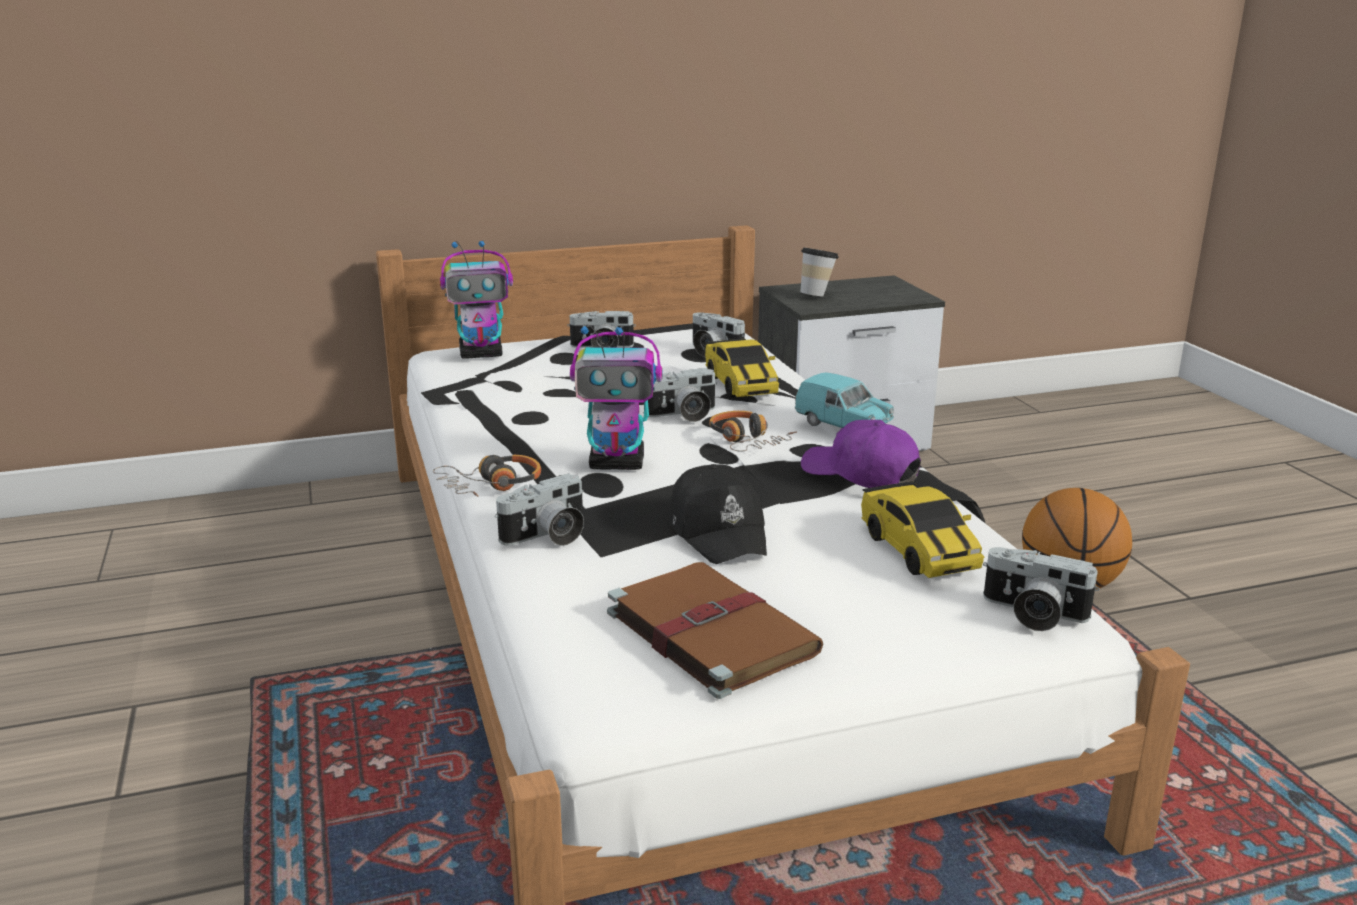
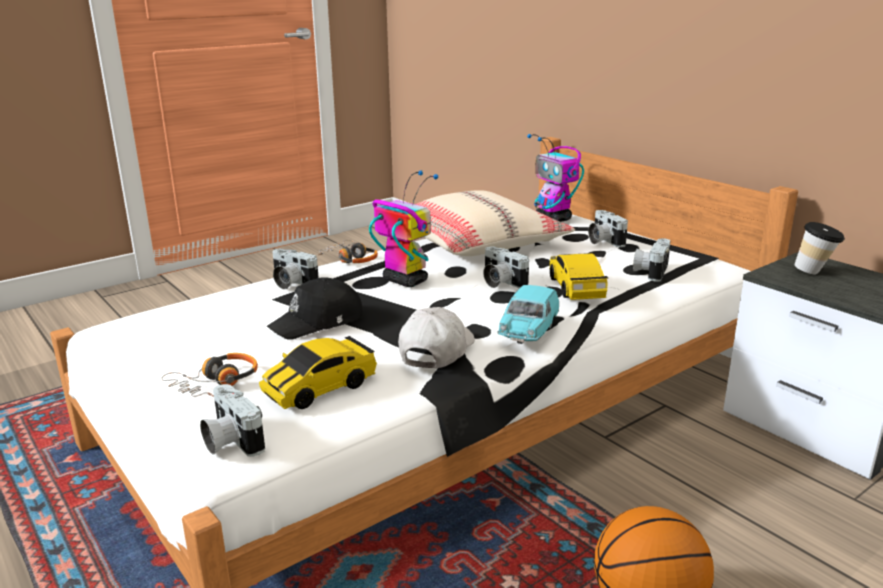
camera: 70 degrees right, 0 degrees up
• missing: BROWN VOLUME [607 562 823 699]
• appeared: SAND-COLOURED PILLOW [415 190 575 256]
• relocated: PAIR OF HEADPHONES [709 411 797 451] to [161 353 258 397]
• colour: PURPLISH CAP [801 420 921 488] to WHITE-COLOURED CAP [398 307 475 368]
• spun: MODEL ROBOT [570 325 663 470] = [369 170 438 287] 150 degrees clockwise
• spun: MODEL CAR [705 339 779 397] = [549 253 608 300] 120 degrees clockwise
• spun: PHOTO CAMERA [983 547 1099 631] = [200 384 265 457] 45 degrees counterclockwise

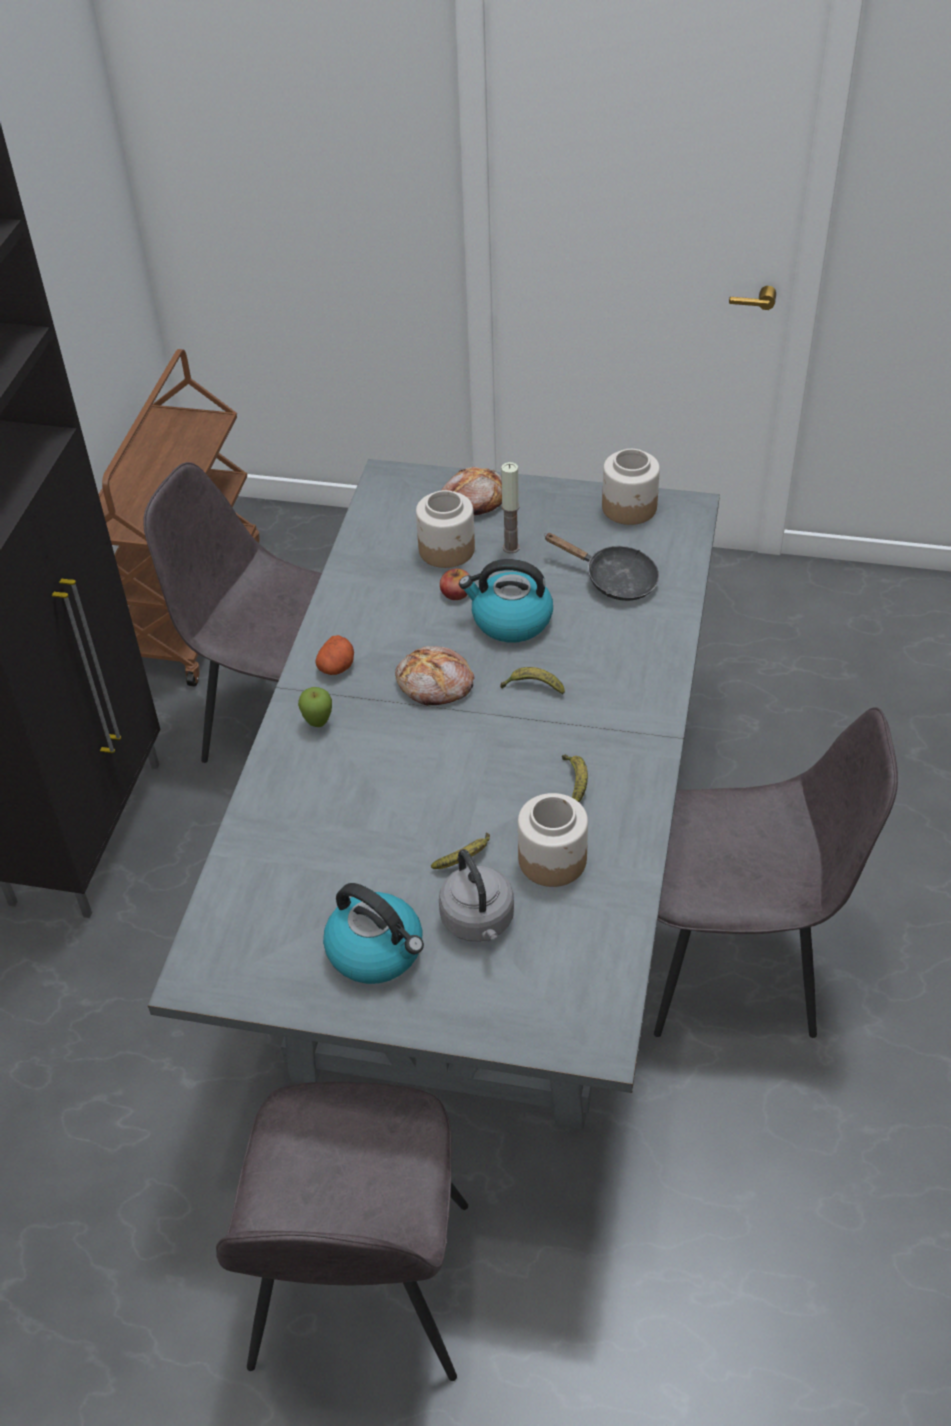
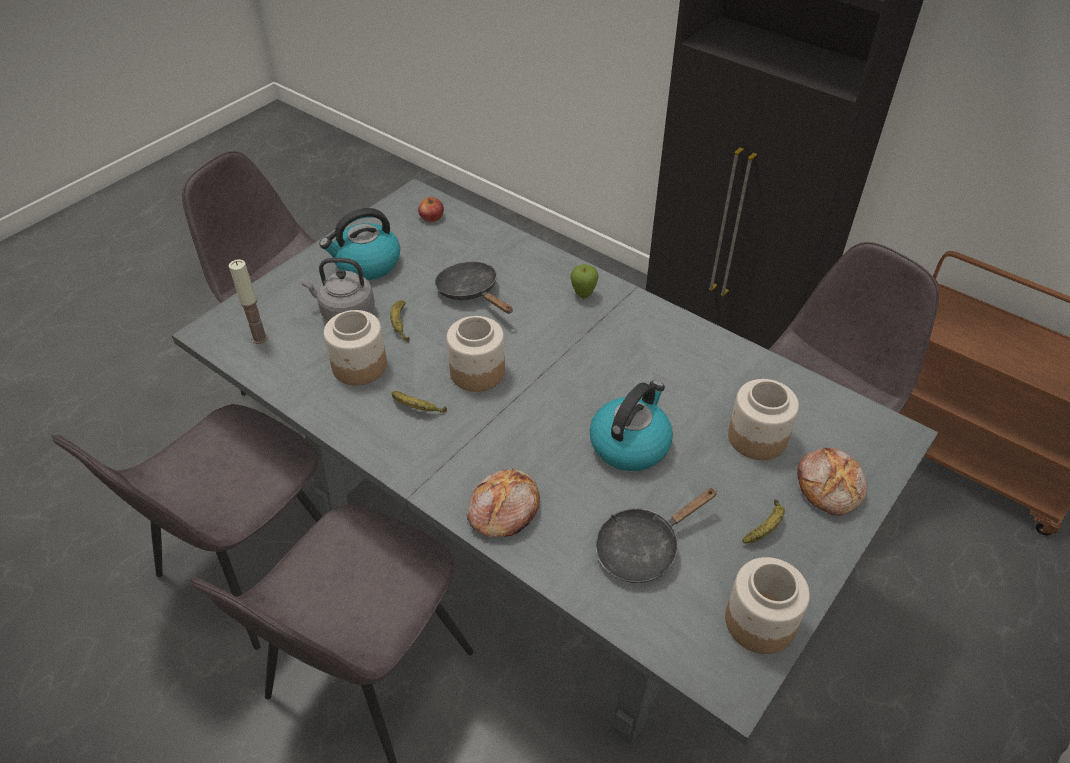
camera: 115 degrees right, 0 degrees up
• missing: WHOLE POTATO [315 635 354 675]
• appeared: GREYISH UPRIGHT CHAIR [51 404 322 650]
• appeared: BLACKISH PAN [435 262 513 314]
• appeared: PRESERVE JAR [447 316 505 392]
• relocated: BAKERY BREAD [395 646 474 706] to [467 469 540 537]
• relocated: WHOLE APPLE [440 568 469 600] to [418 197 444 222]
• relocated: BANANA [500 667 565 694] to [742 499 785 543]
• relocated: WAX CANDLE [501 462 520 553] to [229 259 268 344]

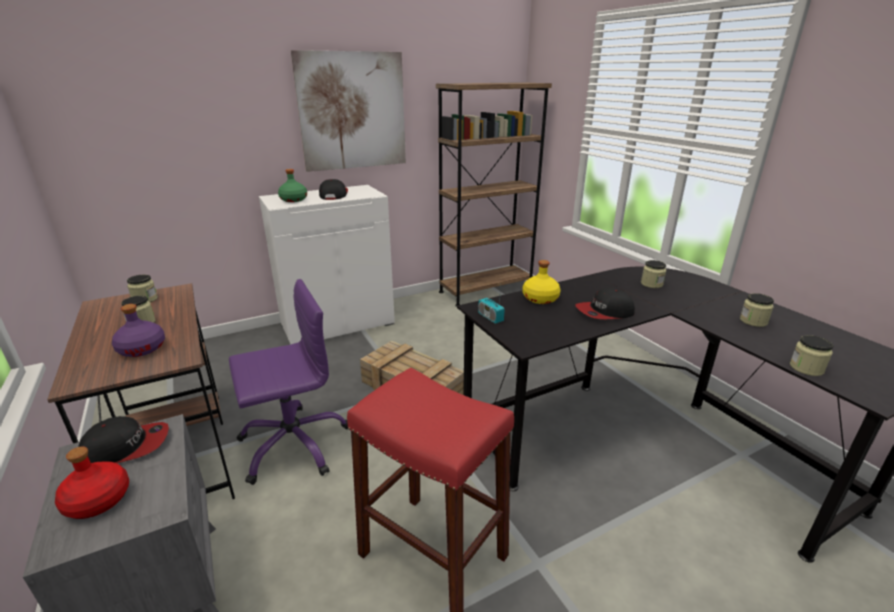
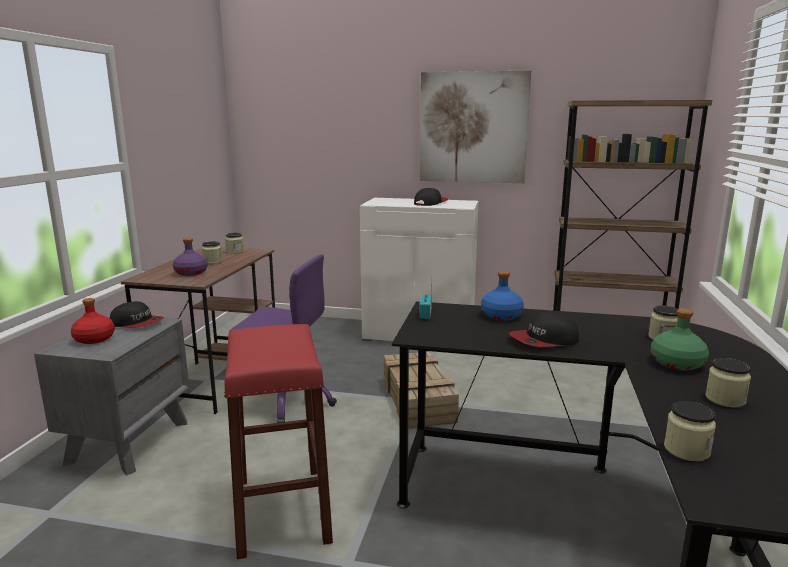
camera: 40 degrees right, 10 degrees down
• relocated: GREENISH DRINK BOTTLE [278 169 307 202] to [651 308 709 371]
• colour: YELLOW DRINK BOTTLE [523 260 561 304] to BLUE DRINK BOTTLE [481 271 524 321]
• spun: CAP [575 288 635 319] = [509 312 579 347] 45 degrees counterclockwise

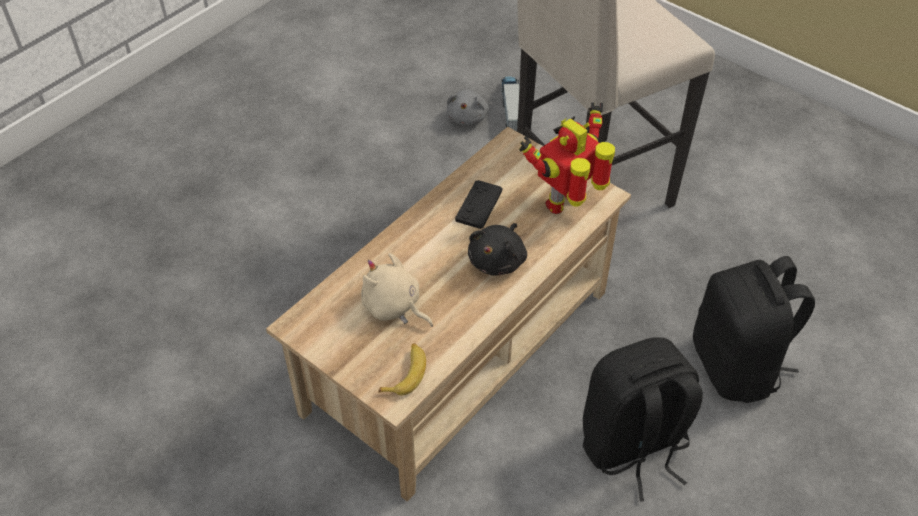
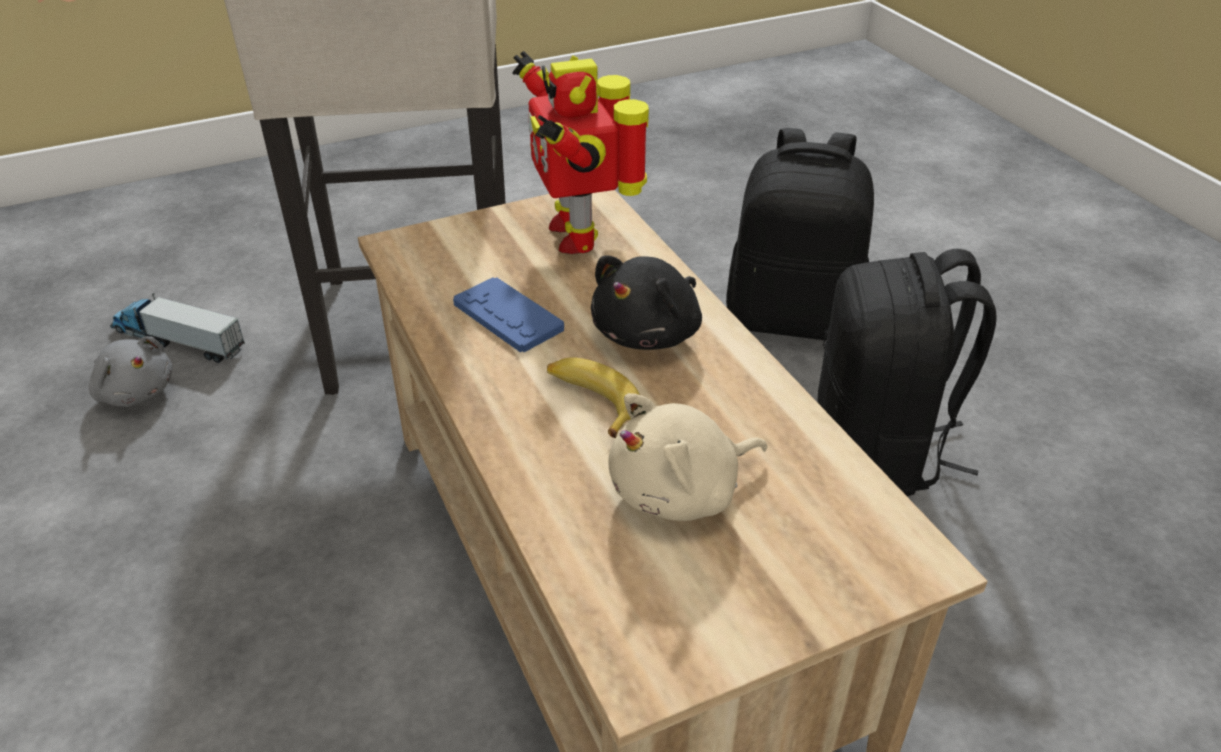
camera: 65 degrees left, 10 degrees down
• relocated: BANANA [378 343 426 395] to [547 357 640 438]
• colour: BLACKISH GAMEPAD [455 180 502 229] to BLUE GAMEPAD [453 277 564 352]
• spun: BLACKISH PLUSH TOY [468 223 527 276] = [591 255 702 350] 75 degrees clockwise

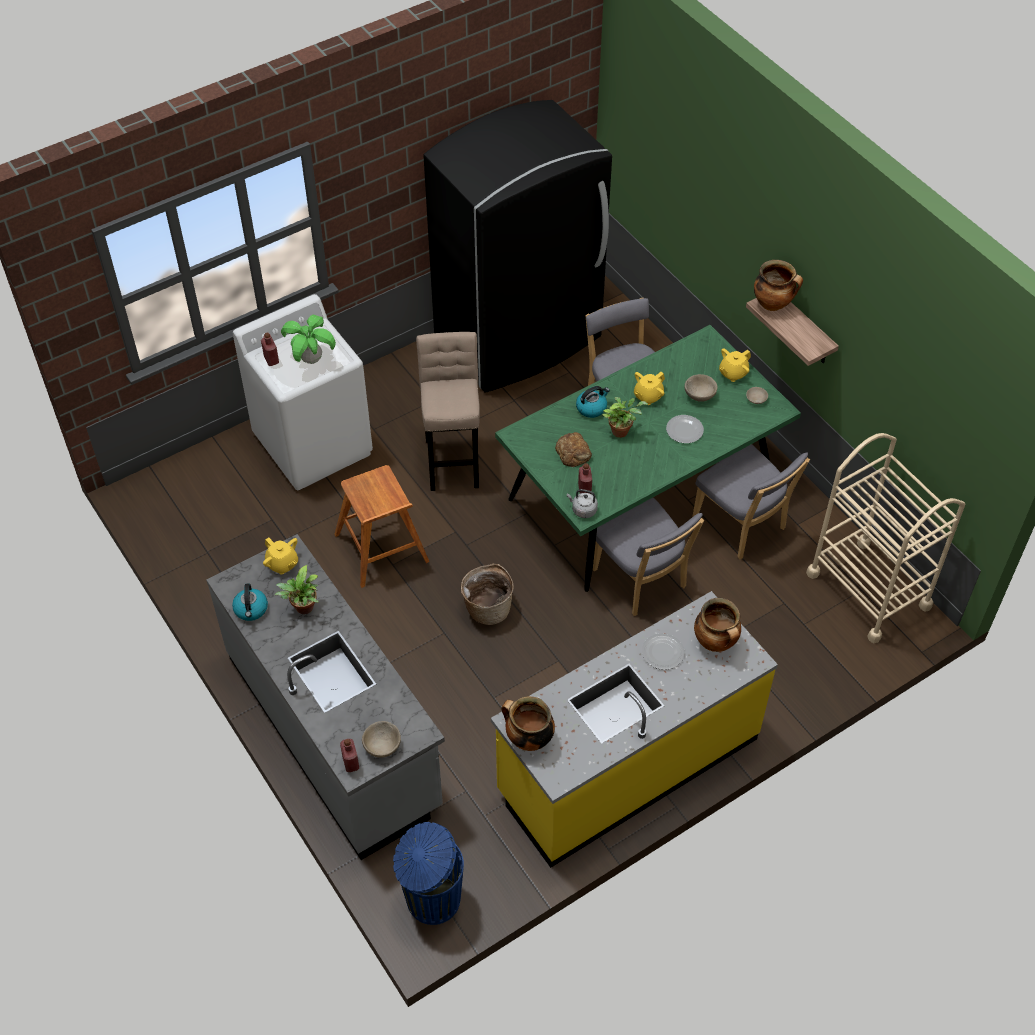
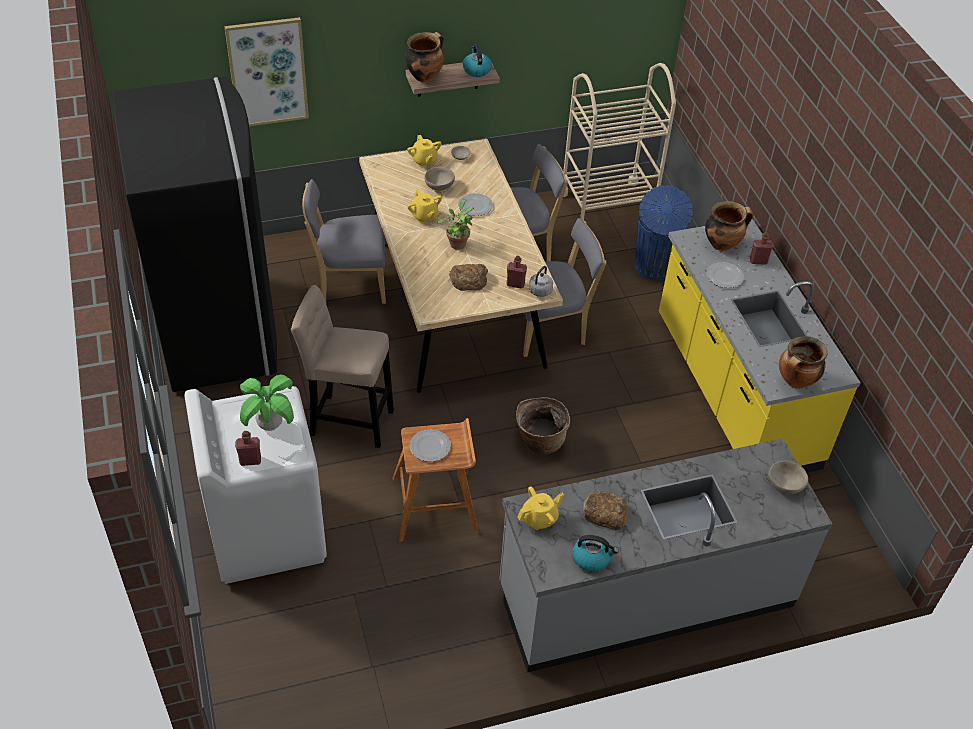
camera: 75 degrees left, 5 degrees down
• appeared: WALL ART [224 17 309 127]
• appeared: FLAT DISH [410 429 451 462]
• relocated: RED-COLOURED DRINK BOTTLE [340 739 359 772] to [750 232 773 265]
• relocated: BLUE WASTE BIN [393 822 464 925] to [635 185 693 280]
• relocated: WATER KETTLE [576 386 610 418] to [463 44 492 77]
• exchanged: HOUSEPLANT [275 565 319 614] to BAKERY BREAD [583 491 628 530]
• colour: GREENISH DINING TABLE [495 325 801 592] to SAND-COLOURED DINING TABLE [359 139 563 393]

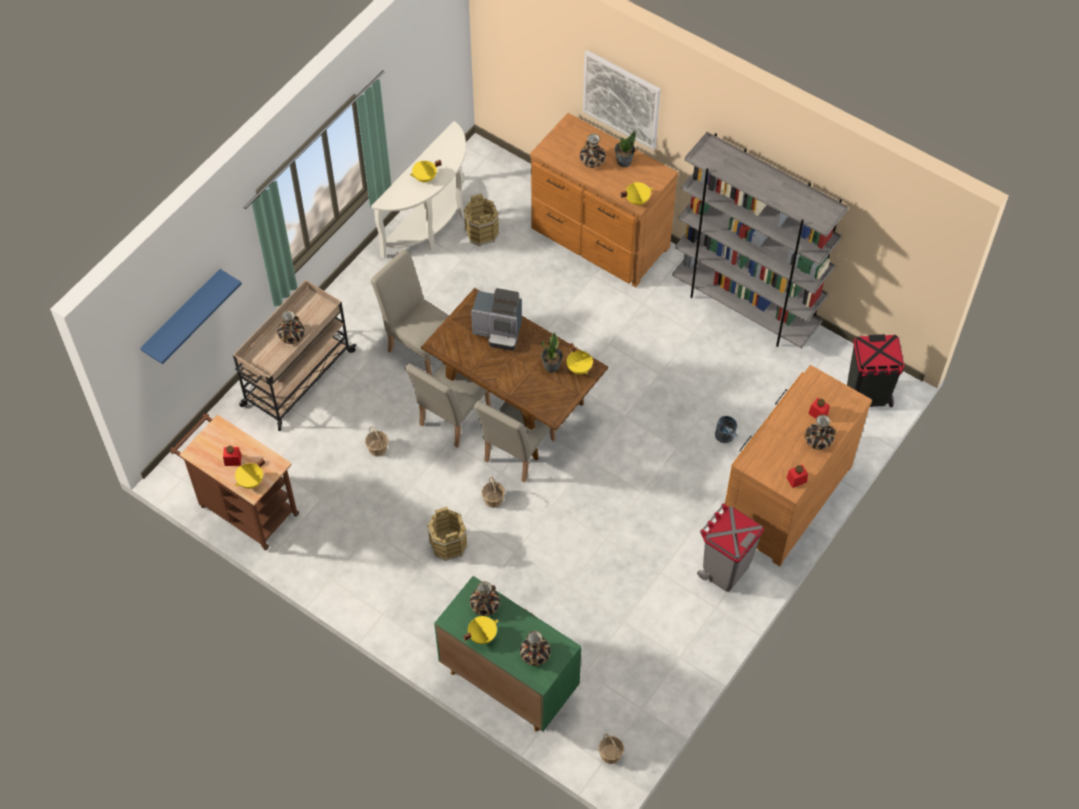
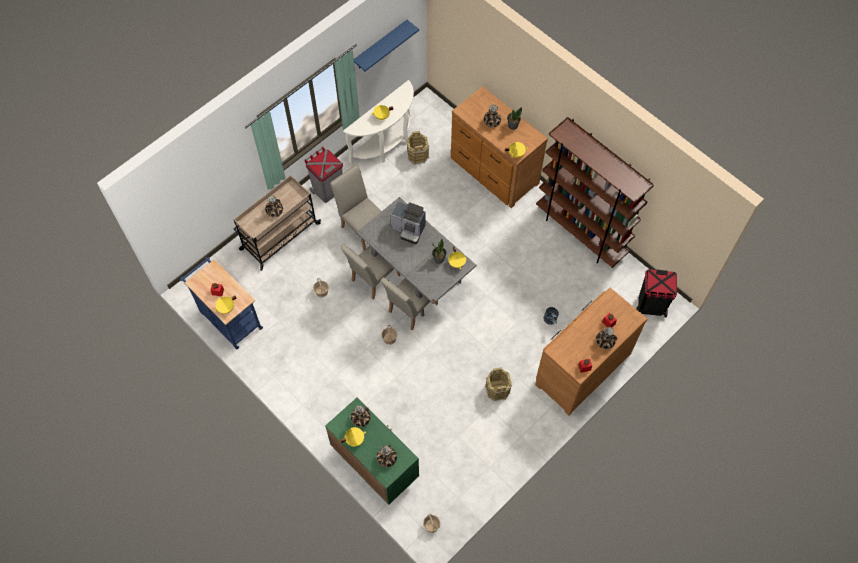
camera: 10 degrees right, 5 degrees up
• missing: WALL ART [583 50 661 150]
• relocated: BLUE SHELF [140 269 242 364] to [354 20 419 71]
• relocated: BROWN WATER BUCKET [427 507 468 561] to [485 367 512 401]
• relocated: GREYISH WASTE BIN [697 503 764 592] to [304 147 343 203]
• colour: BROWN TROLLEY [170 414 299 551] to BLUE TROLLEY [180 257 263 350]
• colour: BROWN DINING TABLE [421 288 608 460] to GREYISH DINING TABLE [356 197 477 316]
• colour: GREYISH BOOKCASE [672 132 848 349] to BROWN BOOKCASE [536 117 654 268]

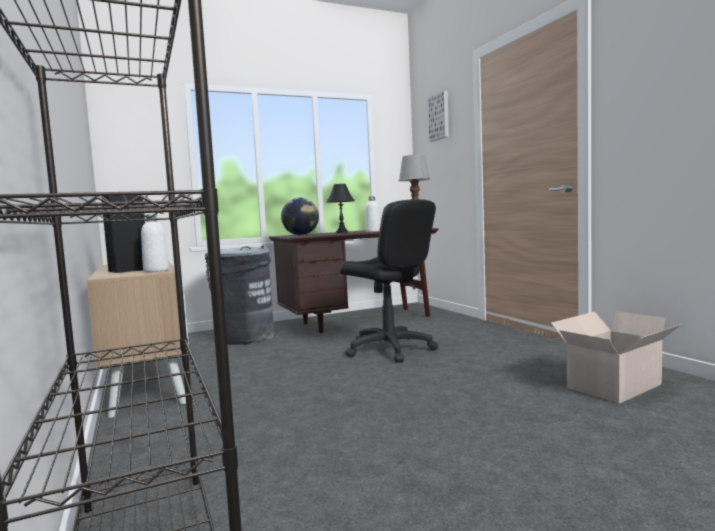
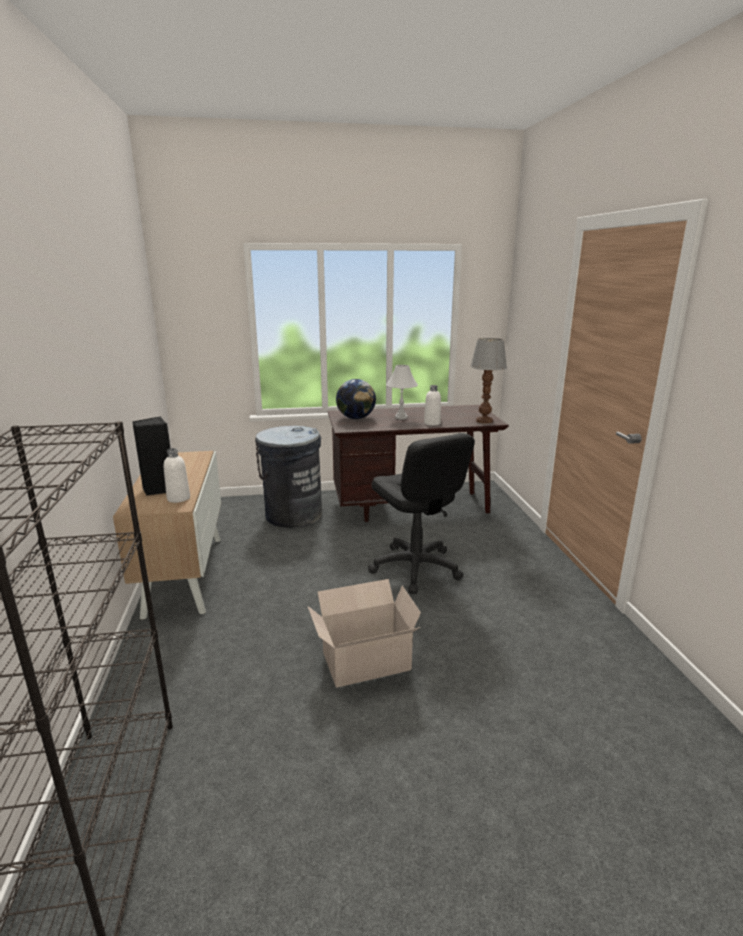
camera: 15 degrees right, 15 degrees up
• missing: WALL ART [428 91 449 141]
• relocated: CARTON [551 311 682 404] to [308 579 421 688]
• colour: BLACKISH TABLE LAMP [326 184 355 233] to WHITE-COLOURED TABLE LAMP [386 365 418 419]

